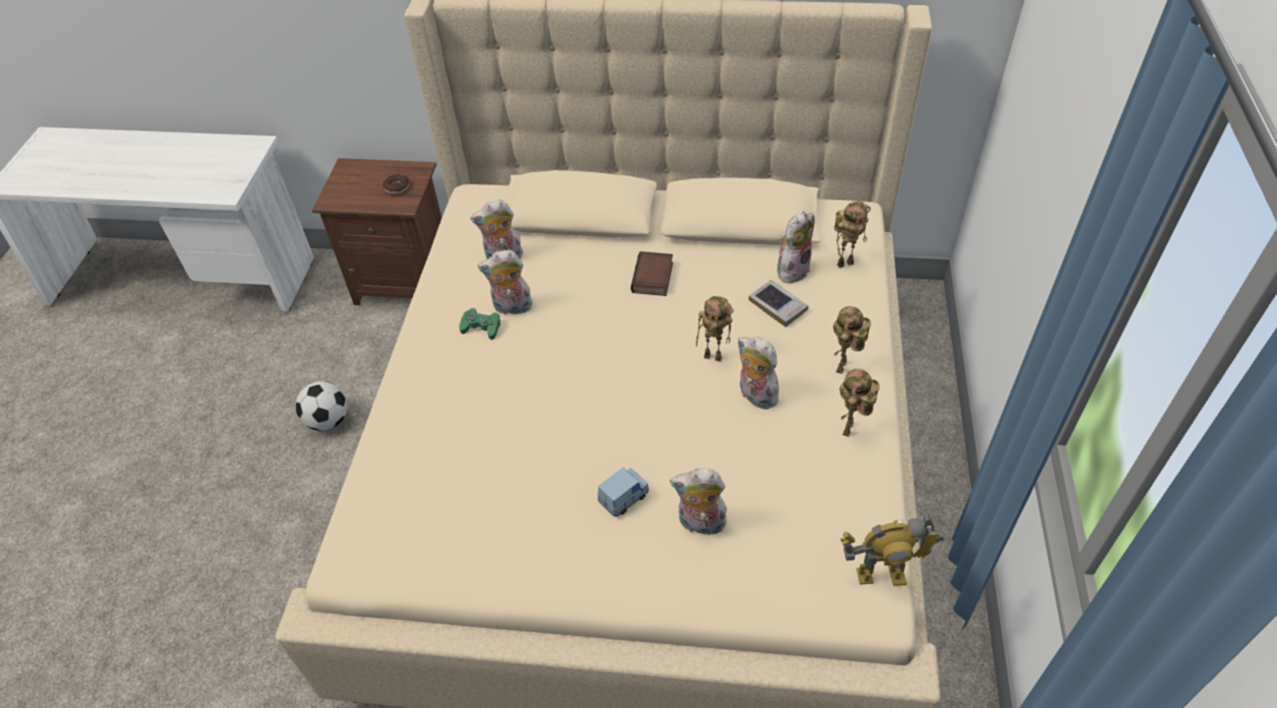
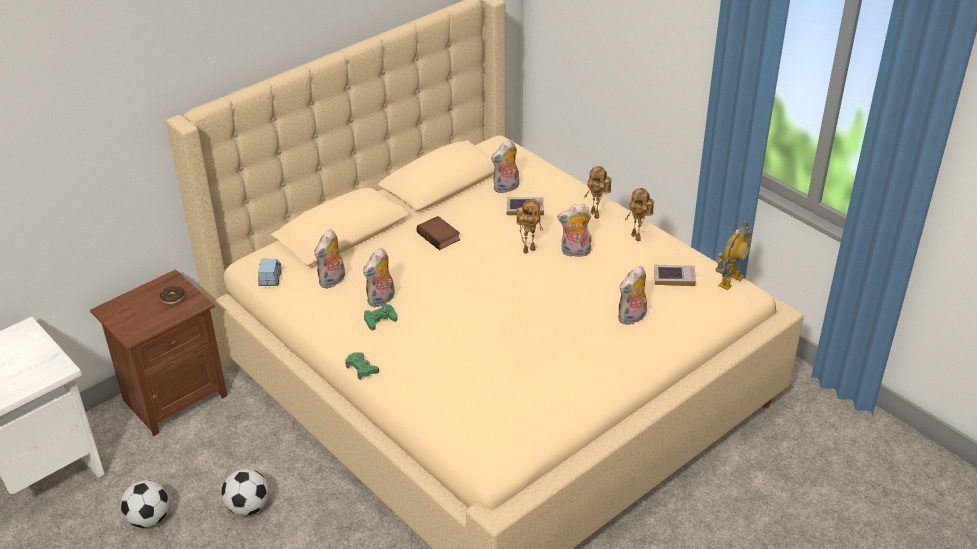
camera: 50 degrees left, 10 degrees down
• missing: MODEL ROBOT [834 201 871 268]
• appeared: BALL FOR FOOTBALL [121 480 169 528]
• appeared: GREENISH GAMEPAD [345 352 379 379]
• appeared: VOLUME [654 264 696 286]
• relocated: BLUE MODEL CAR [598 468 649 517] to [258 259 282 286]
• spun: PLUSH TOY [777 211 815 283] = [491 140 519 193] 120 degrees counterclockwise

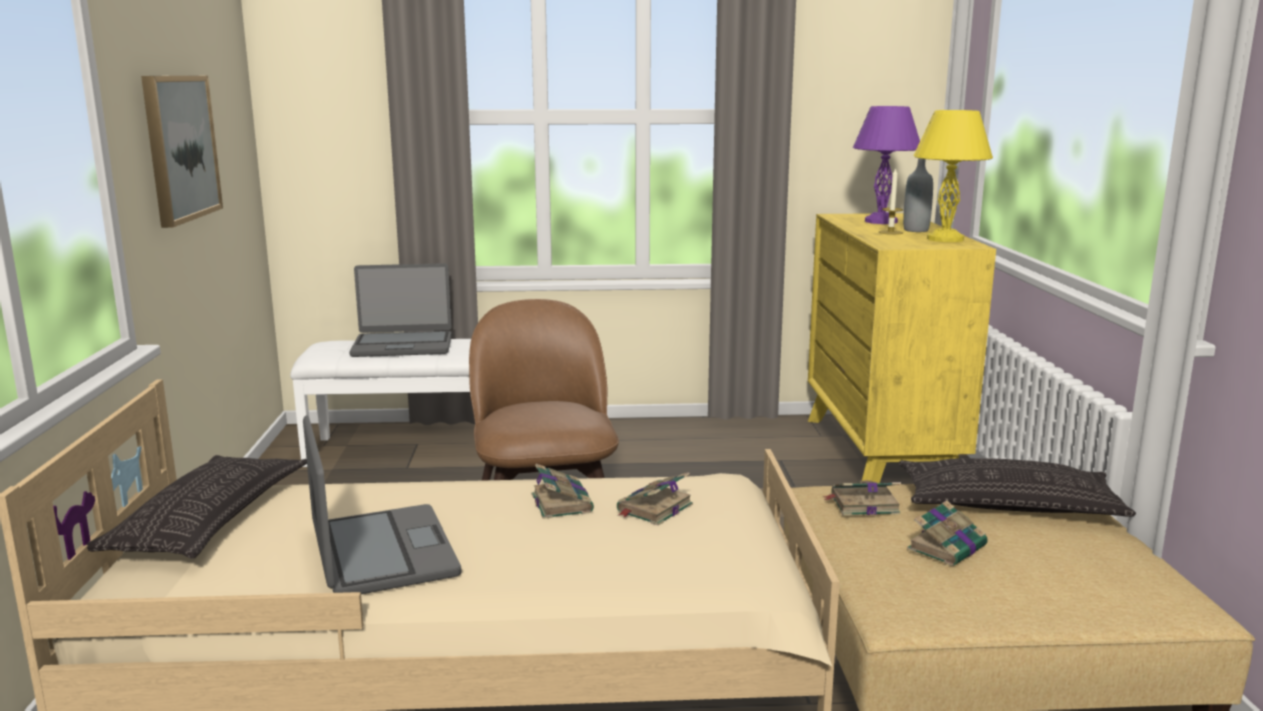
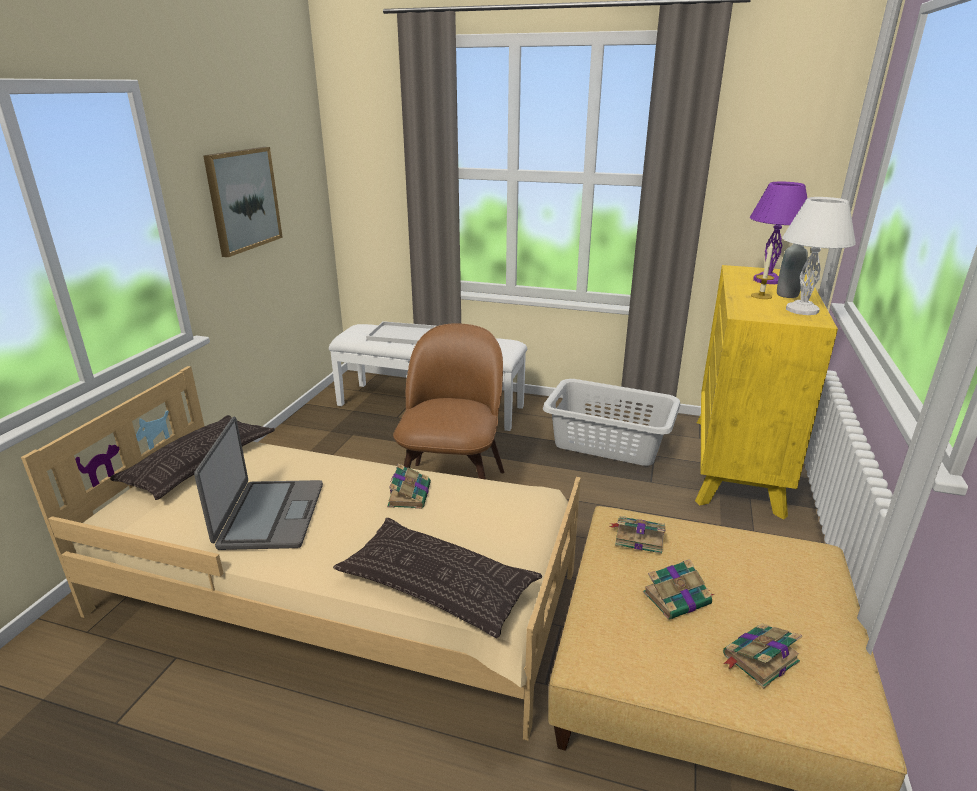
camera: 20 degrees right, 10 degrees up
• appeared: GREYISH HAMPER [543 379 680 466]
• relocated: VOLUME [617 472 693 526] to [723 623 802 688]
• relocated: PILLOW [898 458 1136 517] to [333 518 542 638]
• exchanged: LAPTOP [349 263 452 357] to WHITE-COLOURED TRAY [366 321 436 345]
• colour: YELLOW TABLE LAMP [913 110 993 242] to WHITE-COLOURED TABLE LAMP [782 197 856 315]

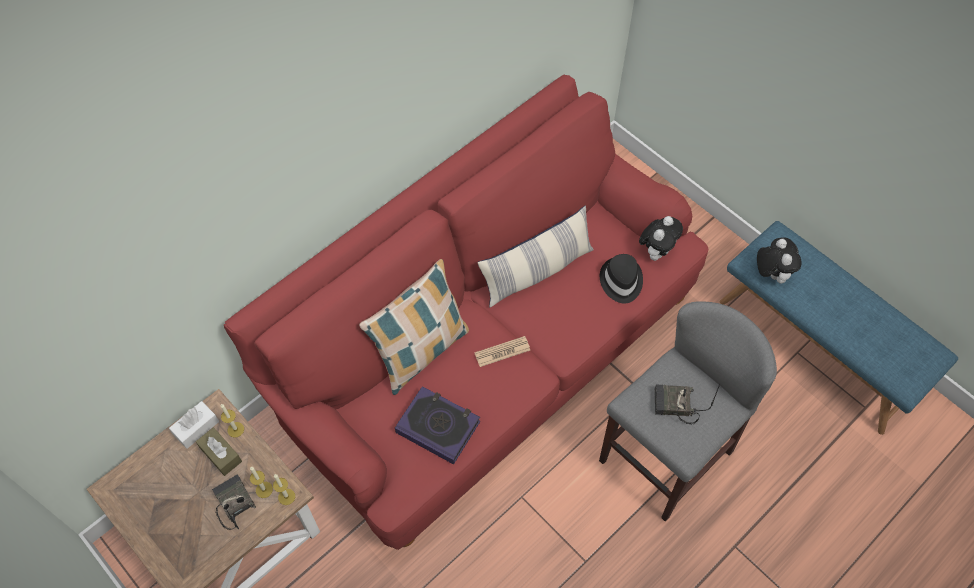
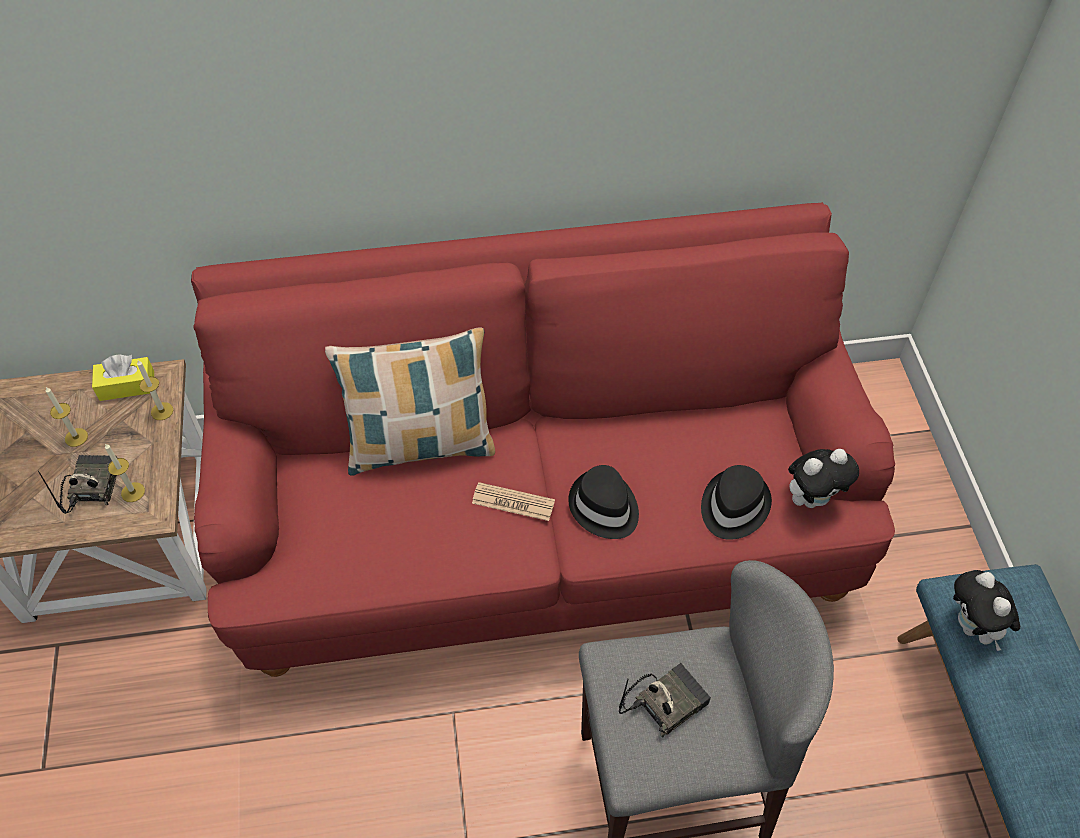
camera: 35 degrees right, 5 degrees down
• missing: BROWN BOX OF TISSUES [196 427 242 476]
• missing: VOLUME [395 386 480 464]
• missing: PILLOW [477 206 594 307]
• appeared: BLACKISH CLOTHING HAT [568 465 639 539]
• relocated: WAX CANDLE [273 474 295 505] to [46 387 88 447]
• colour: WHITE-COLOURED BOX OF TISSUES [169 401 219 449] to YELLOW BOX OF TISSUES [92 355 154 401]
• spun: RADIO [655 384 720 424] = [619 663 711 738] 105 degrees clockwise
• spun: PLUSH TOY [757 237 802 283] = [953 570 1020 651] 135 degrees clockwise

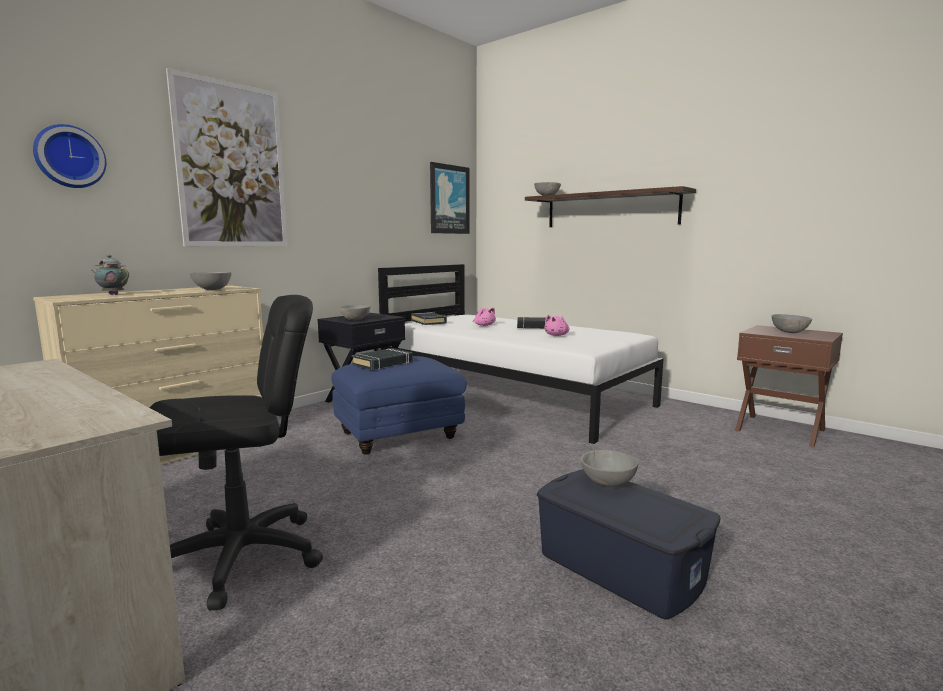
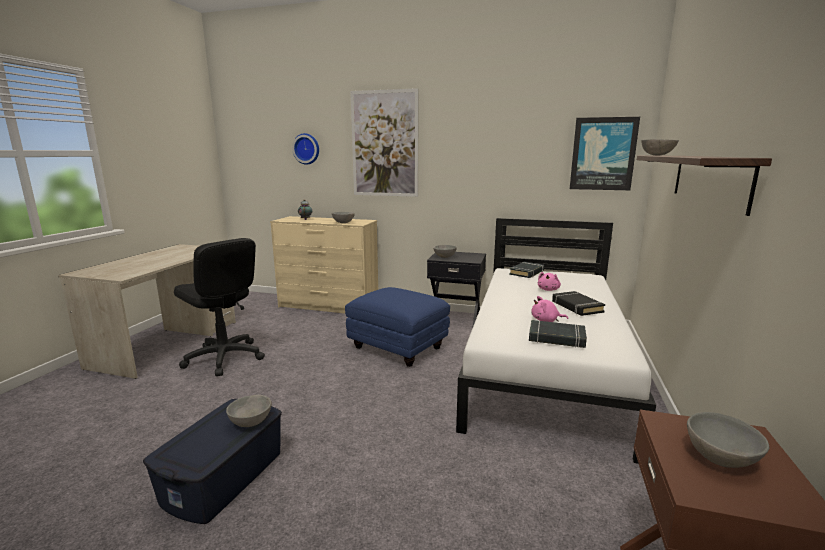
camera: 65 degrees right, 5 degrees up
• relocated: BLACKISH VOLUME [352 348 413 370] to [529 320 587 348]

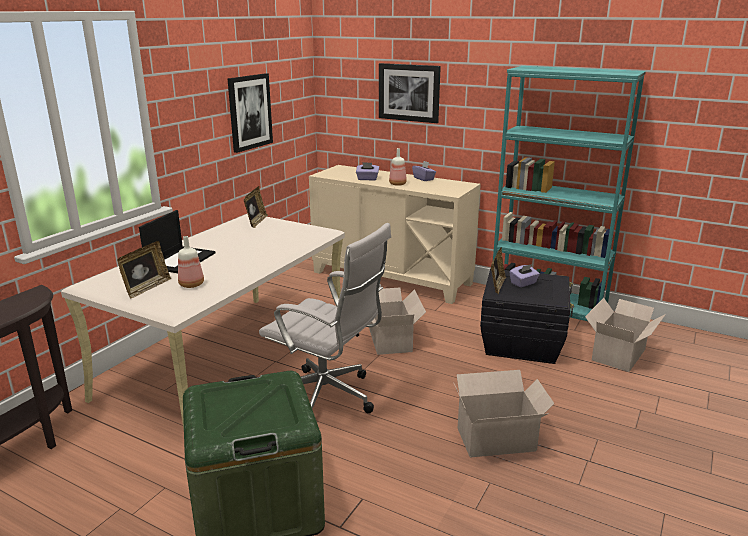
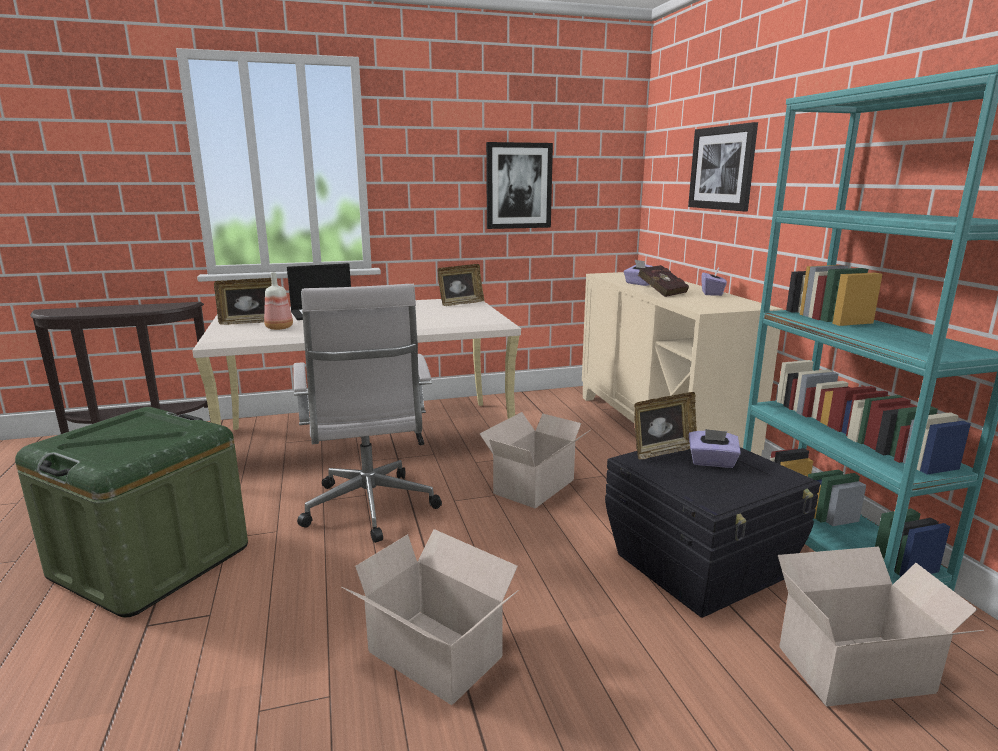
camera: 45 degrees right, 5 degrees down
• exchanged: DRINK BOTTLE [389 148 407 186] to RED-COLOURED VOLUME [638 265 689 297]

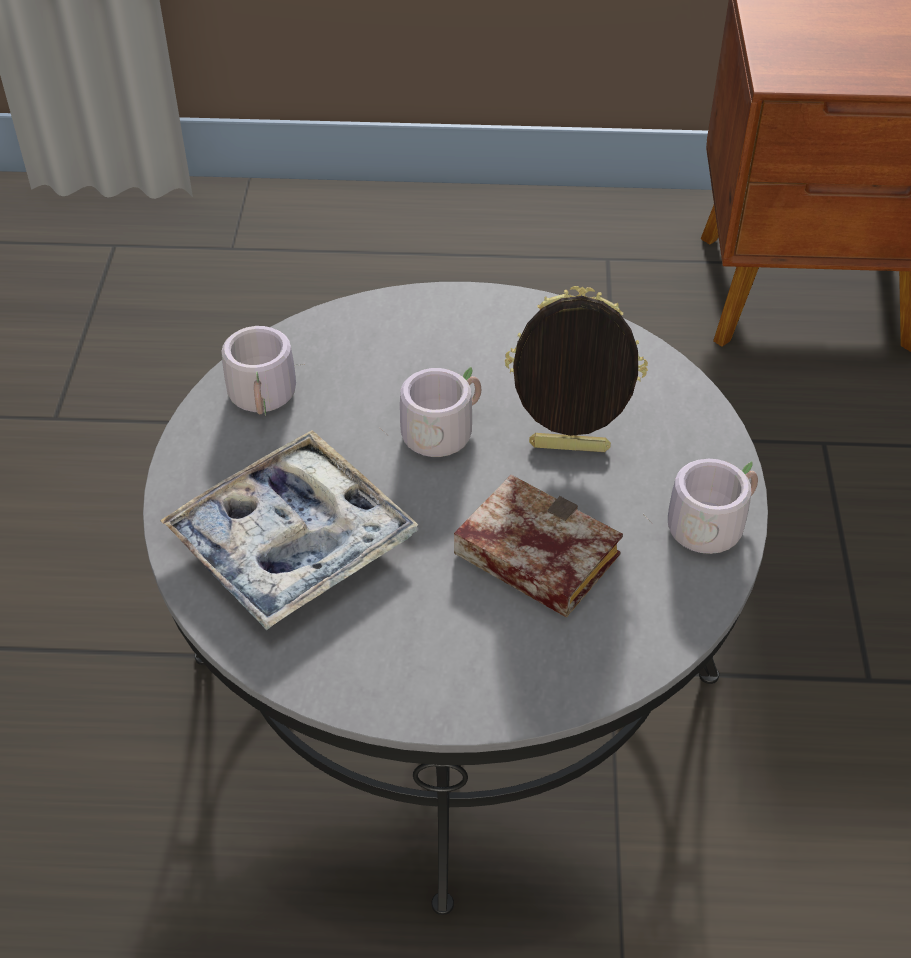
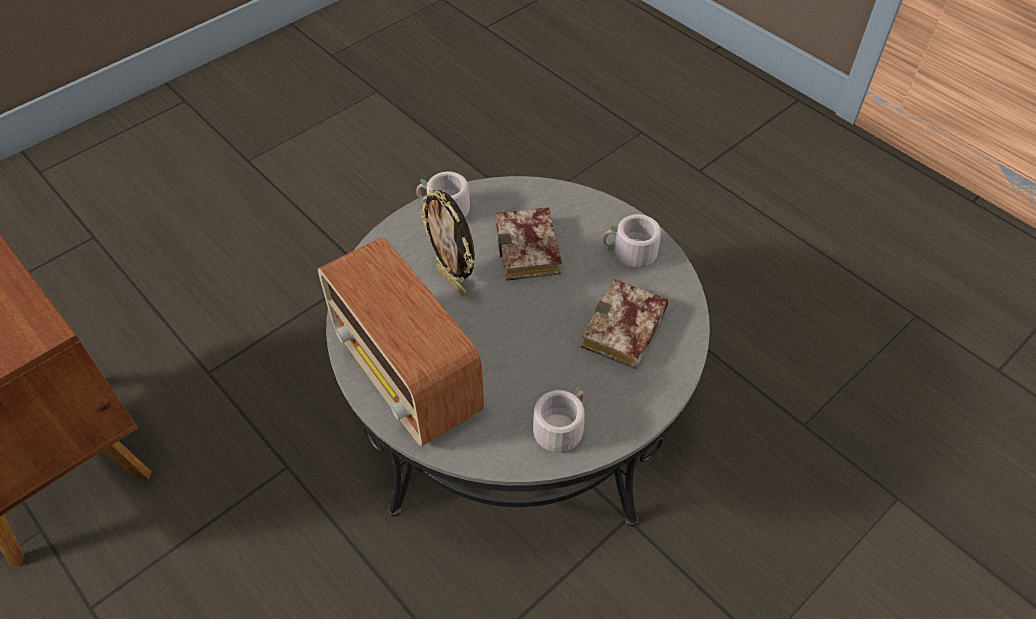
camera: 135 degrees left, 5 degrees up
• appeared: RADIO [318 237 484 446]
• relocated: GREYISH MUG [379 367 481 457] to [603 214 661 268]
• exchanged: TRAY [160 430 418 630] to VOLUME [581 279 669 369]

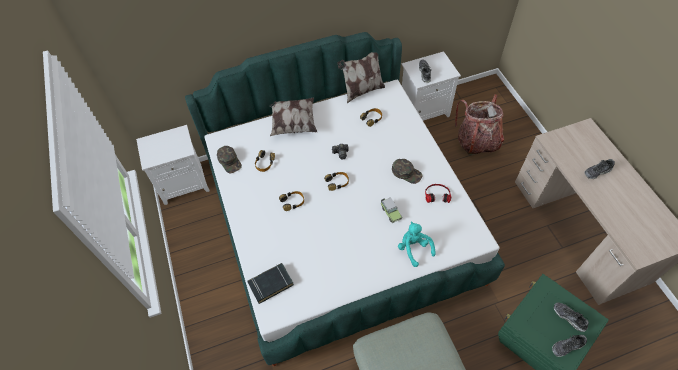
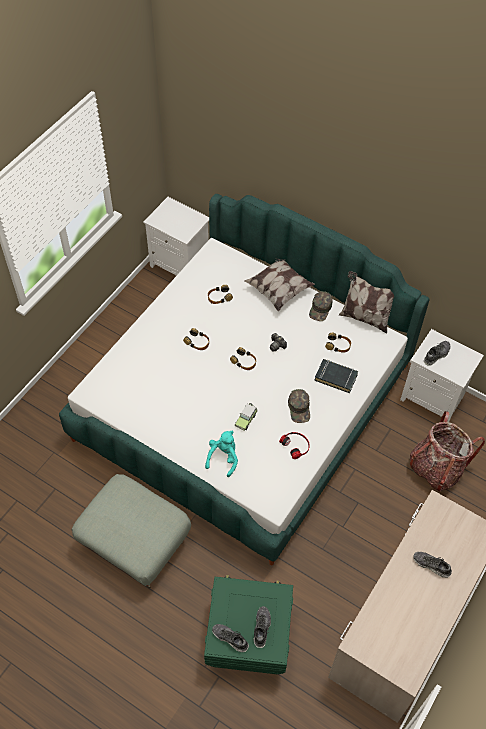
camera: 50 degrees right, 0 degrees up
• relocated: GREENISH CAP [217 146 242 174] to [309 291 333 321]
• relocated: BLACKISH VOLUME [247 263 294 304] to [314 359 358 393]

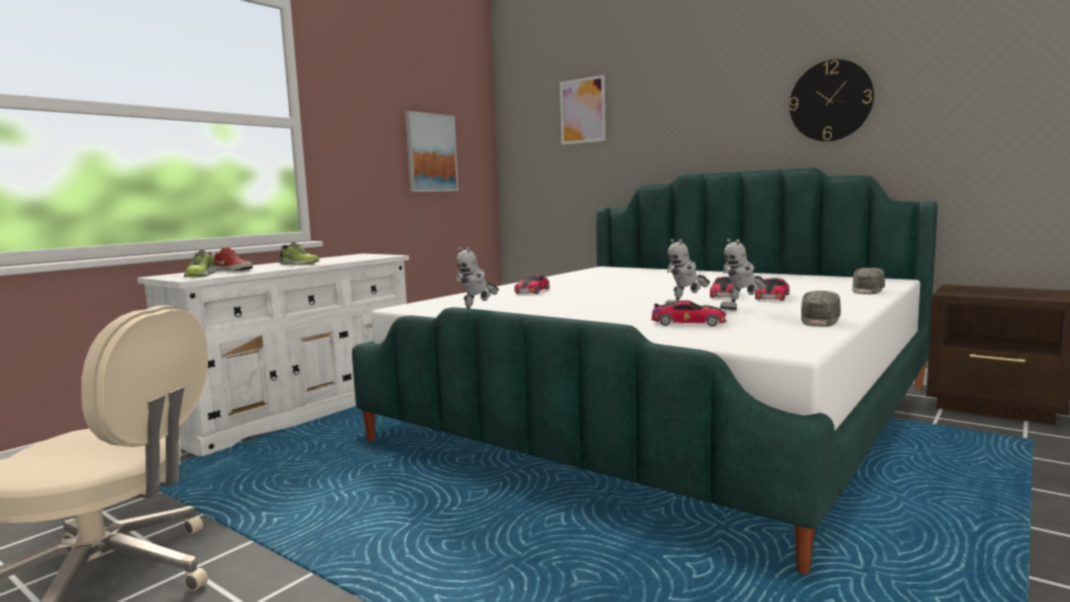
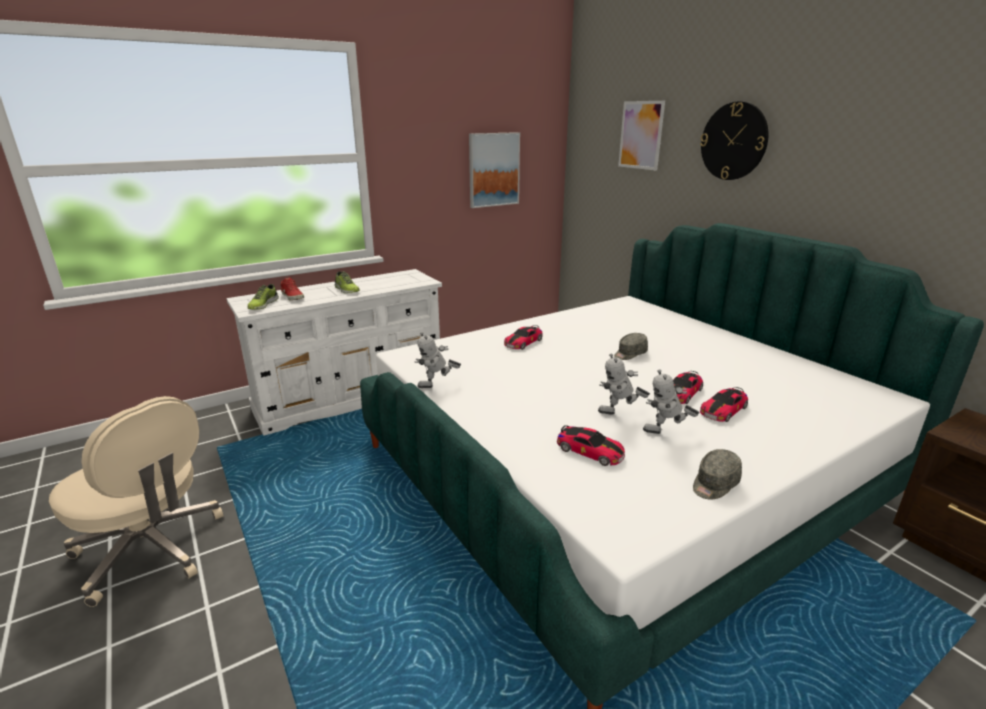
camera: 20 degrees right, 15 degrees up
• relocated: CLOCK ON THE WALL [789 59 874 141] to [700 101 769 180]
• relocated: GREYISH CAP [852 268 885 294] to [614 333 648 360]

